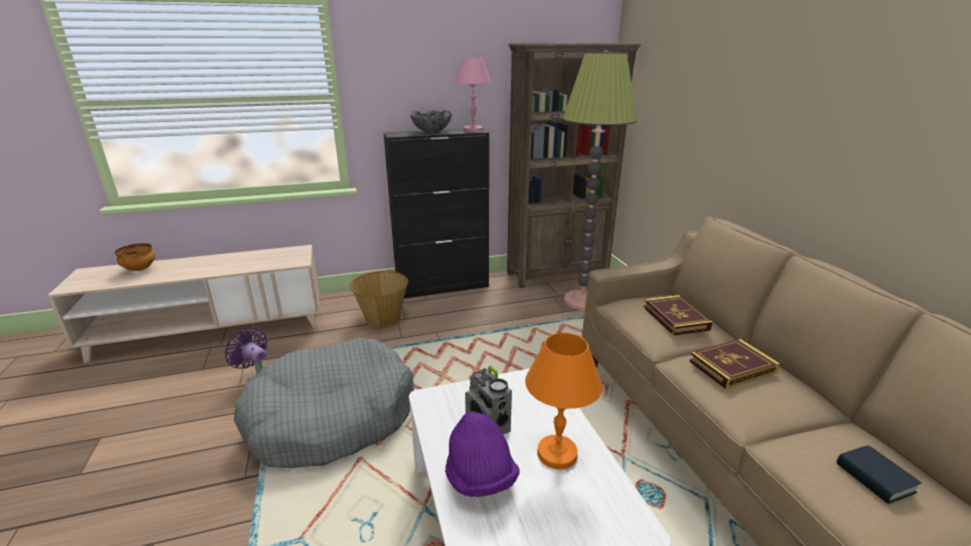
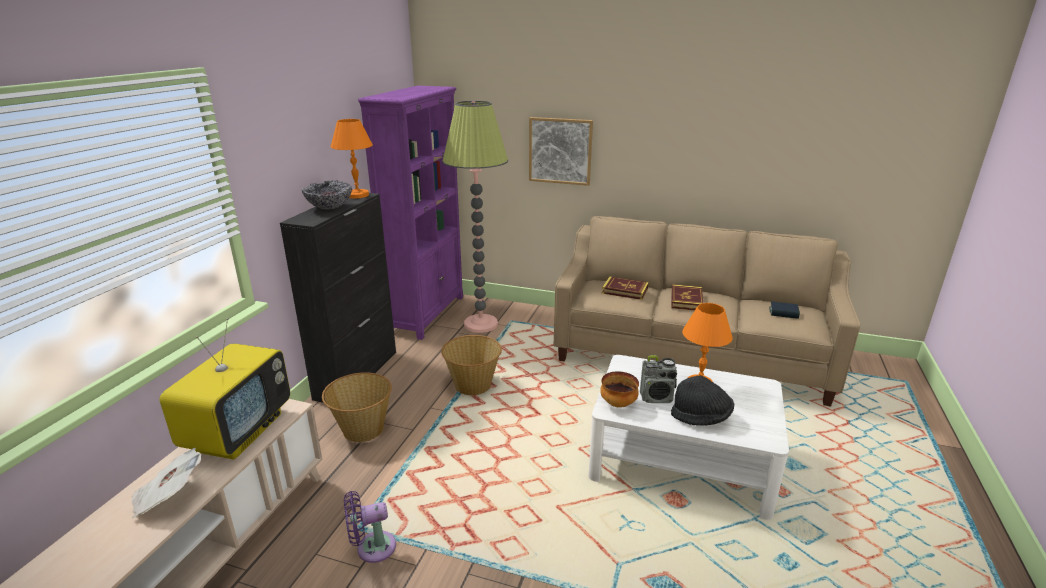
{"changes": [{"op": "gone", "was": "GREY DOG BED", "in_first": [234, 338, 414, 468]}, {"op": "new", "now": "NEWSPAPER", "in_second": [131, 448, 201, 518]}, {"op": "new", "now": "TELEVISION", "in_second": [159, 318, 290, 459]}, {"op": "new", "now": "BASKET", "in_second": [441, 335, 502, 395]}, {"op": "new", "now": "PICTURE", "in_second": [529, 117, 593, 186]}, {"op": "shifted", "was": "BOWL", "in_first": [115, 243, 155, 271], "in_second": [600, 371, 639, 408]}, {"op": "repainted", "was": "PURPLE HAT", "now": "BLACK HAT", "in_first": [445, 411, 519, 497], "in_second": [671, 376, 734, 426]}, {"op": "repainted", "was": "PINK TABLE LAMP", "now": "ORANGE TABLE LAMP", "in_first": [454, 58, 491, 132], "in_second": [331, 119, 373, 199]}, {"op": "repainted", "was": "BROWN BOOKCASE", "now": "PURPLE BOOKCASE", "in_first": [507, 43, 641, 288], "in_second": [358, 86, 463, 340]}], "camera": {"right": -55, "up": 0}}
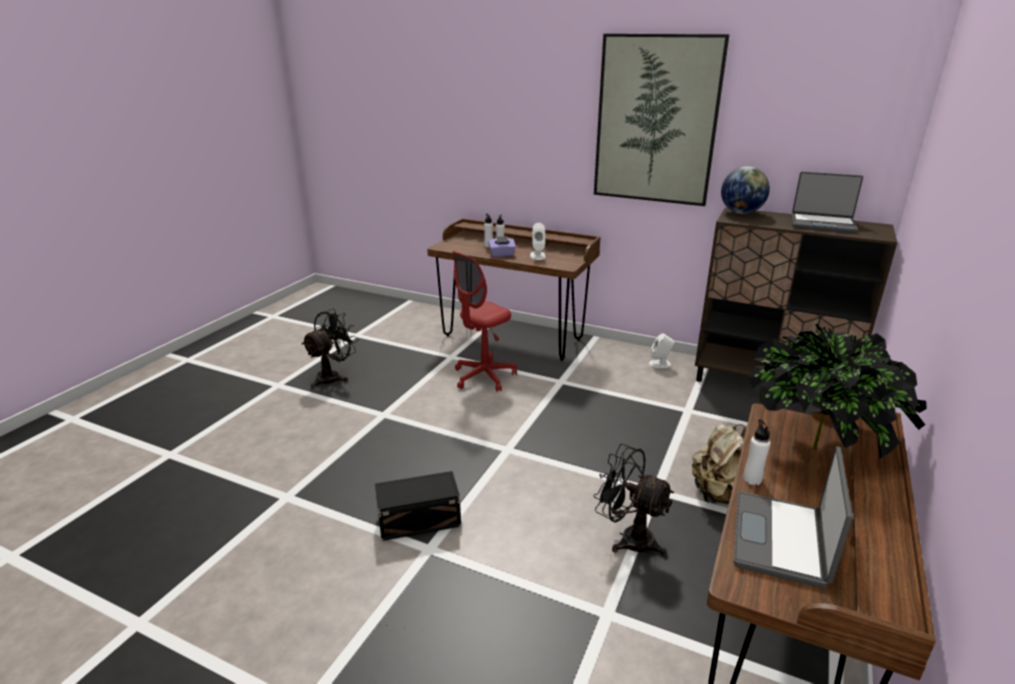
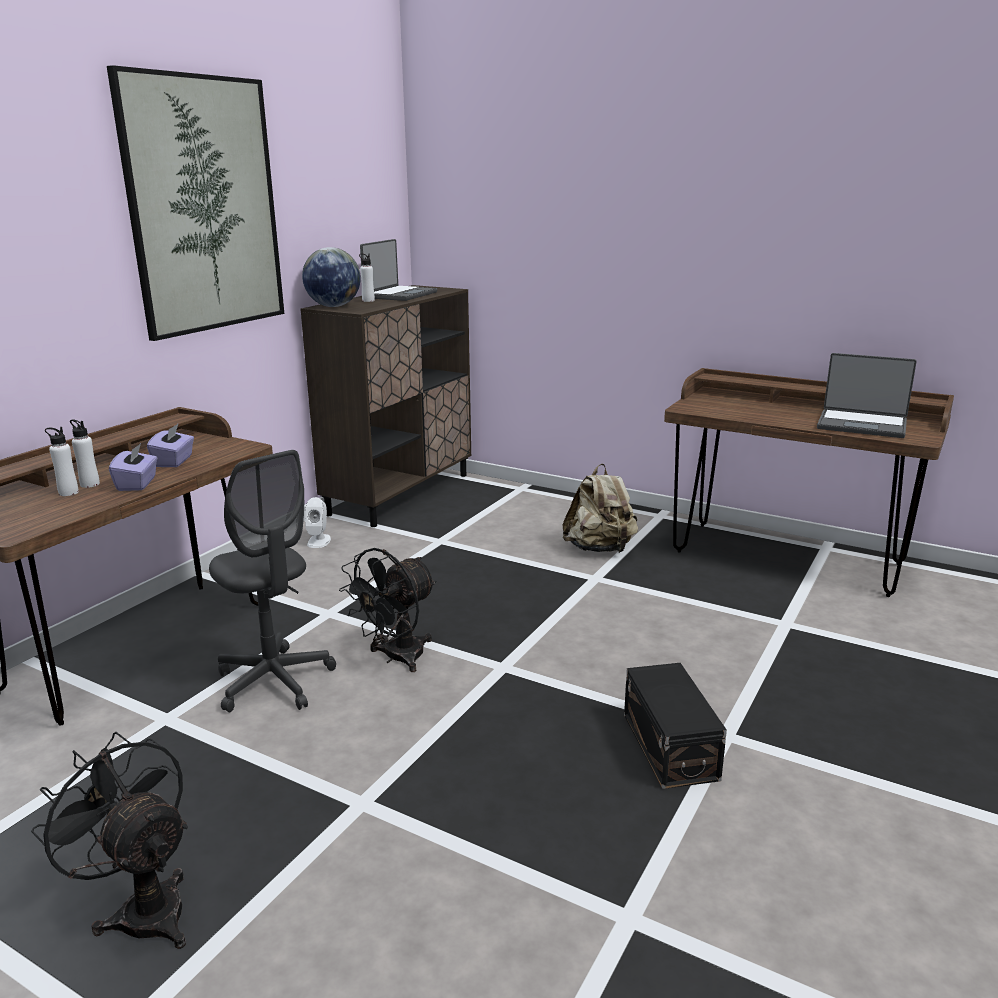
{"changes": [{"op": "gone", "was": "POTTED PLANT", "in_first": [749, 324, 927, 459]}, {"op": "shifted", "was": "BLACK FAN", "in_first": [594, 444, 674, 556], "in_second": [339, 548, 436, 672]}, {"op": "shifted", "was": "WHITE BOTTLE", "in_first": [743, 419, 771, 485], "in_second": [359, 253, 375, 302]}, {"op": "swapped", "was": "WHITE SPEAKER", "now": "PURPLE TISSUE BOX", "in_first": [530, 223, 546, 260], "in_second": [147, 424, 194, 467]}, {"op": "repainted", "was": "RED OFFICE CHAIR", "now": "GREY OFFICE CHAIR", "in_first": [452, 251, 517, 392], "in_second": [209, 450, 336, 712]}], "camera": {"right": -85, "up": -5}}
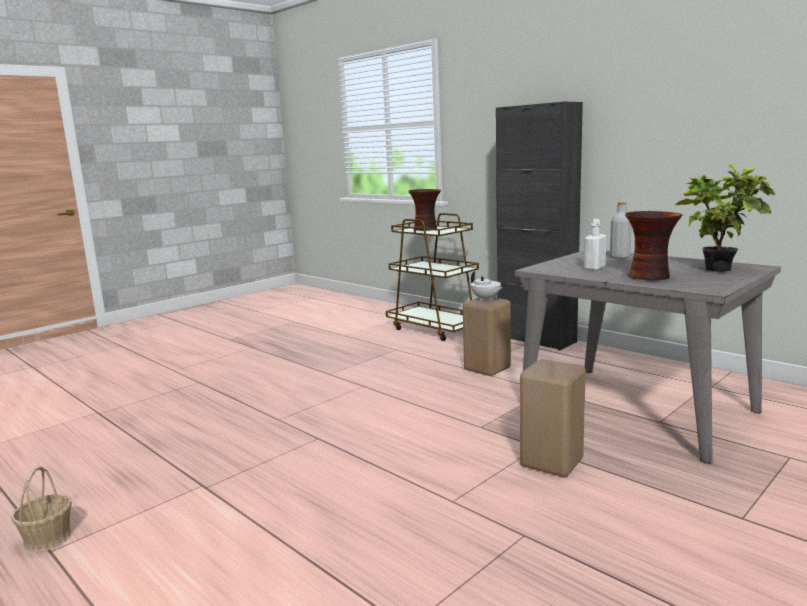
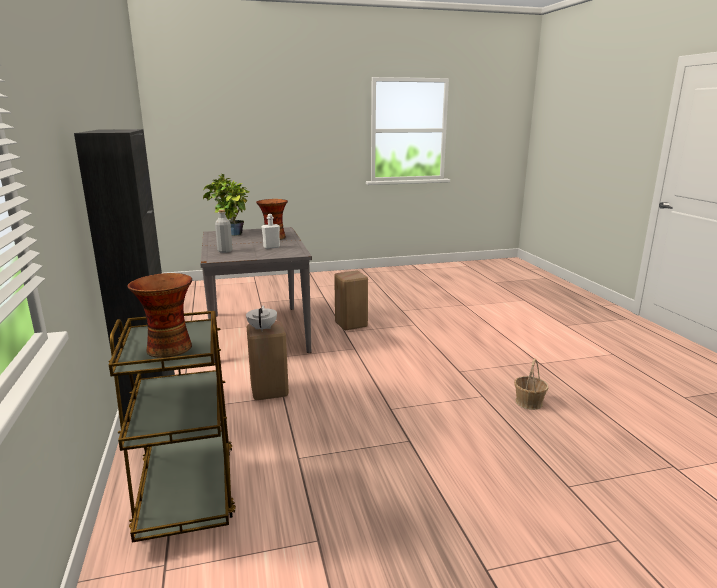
{"changes": [{"op": "shifted", "was": "BASKET", "in_first": [11, 466, 72, 552], "in_second": [514, 358, 549, 410]}], "camera": {"right": -150, "up": 5}}
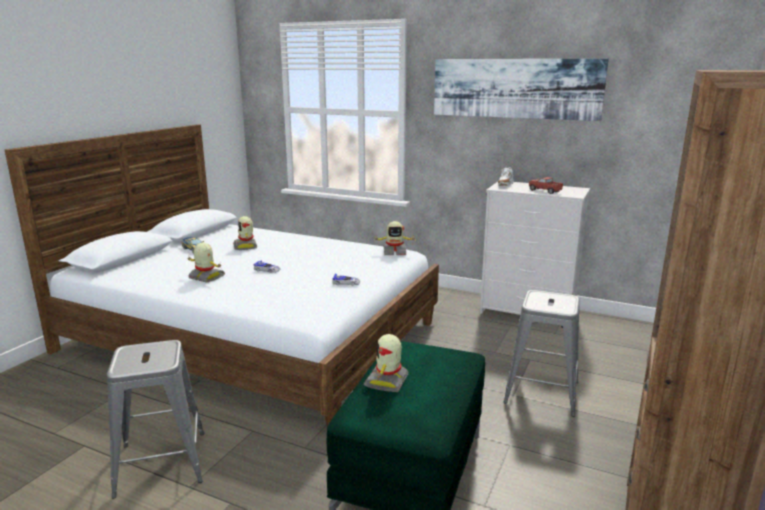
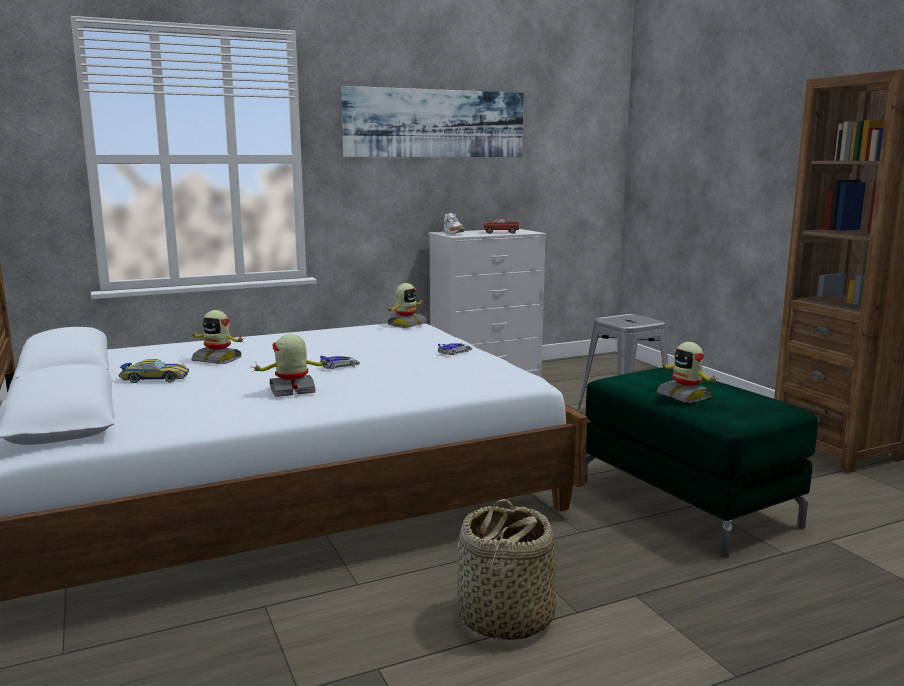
{"changes": [{"op": "swapped", "was": "GREY STOOL", "now": "BASKET", "in_first": [107, 340, 204, 498], "in_second": [457, 499, 557, 640]}], "camera": {"right": -50, "up": -5}}
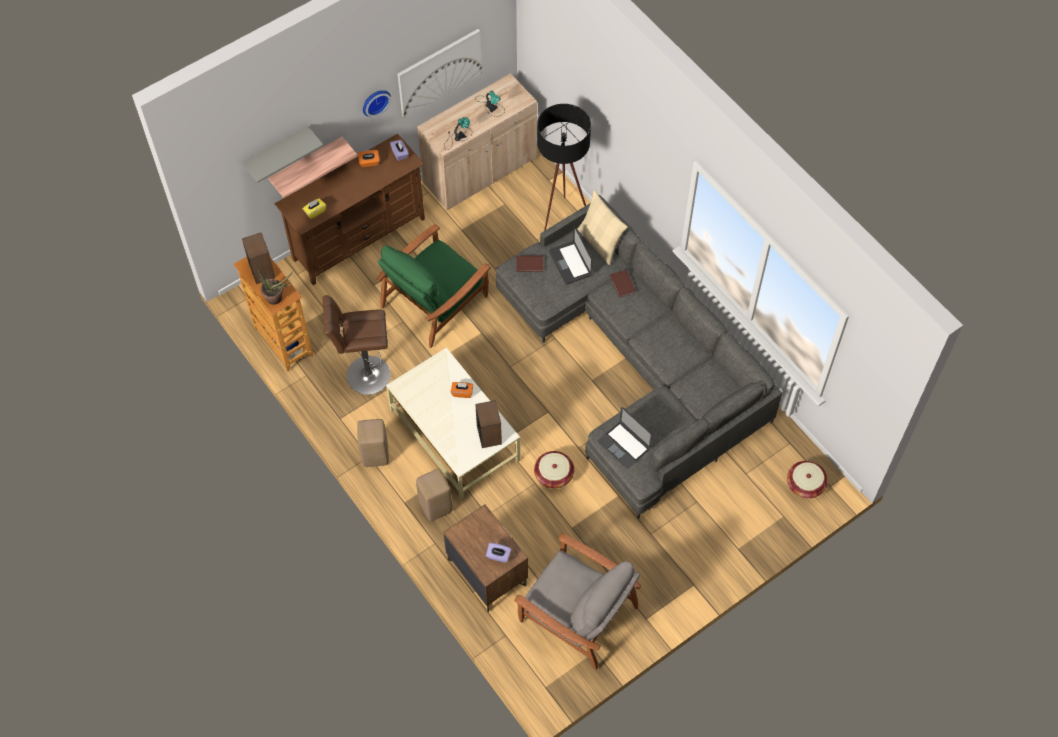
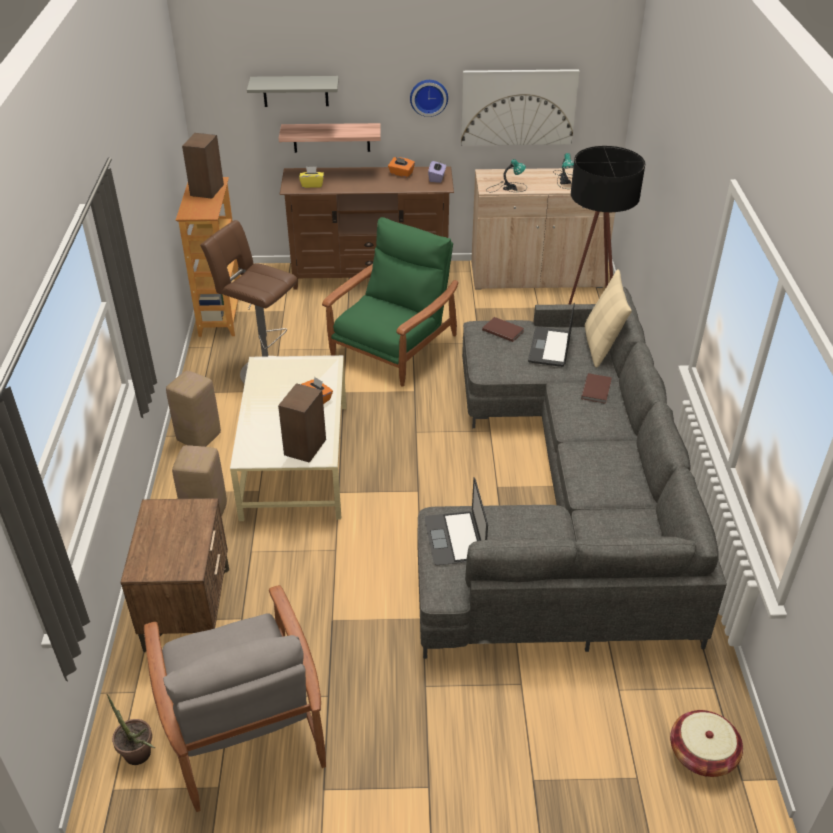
{"changes": [{"op": "gone", "was": "PURPLE TISSUE BOX", "in_first": [486, 543, 511, 563]}, {"op": "gone", "was": "BASKET", "in_first": [534, 451, 574, 489]}, {"op": "shifted", "was": "POTTED PLANT", "in_first": [258, 270, 293, 305], "in_second": [107, 694, 155, 765]}, {"op": "rotated", "was": "GREEN ARMCHAIR", "in_first": [377, 224, 491, 348], "in_second": [322, 217, 458, 387], "clockwise": 135}], "camera": {"right": 35, "up": -20}}
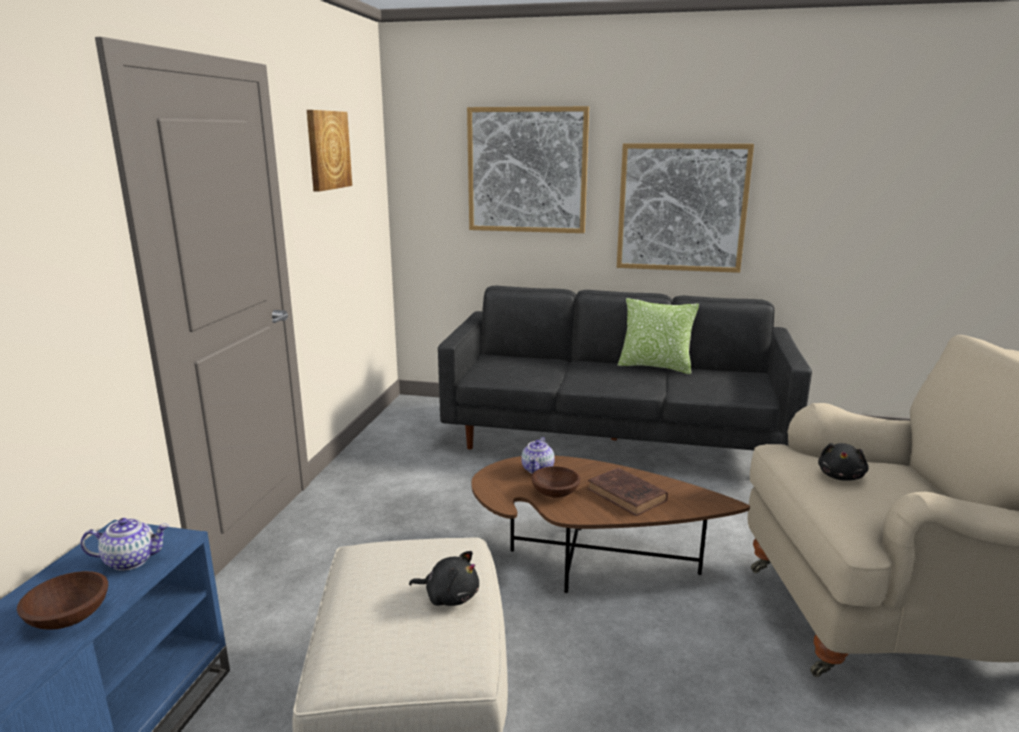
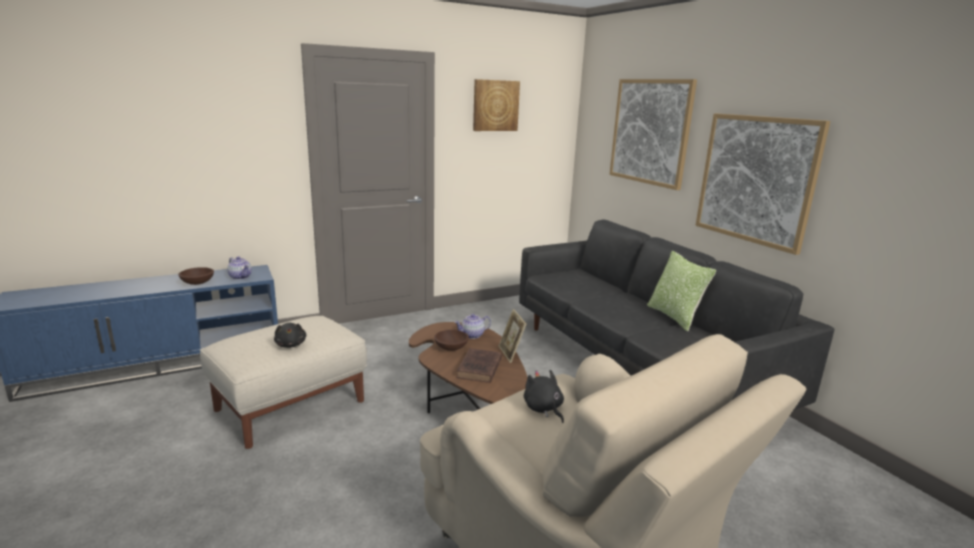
{"changes": [{"op": "new", "now": "PICTURE FRAME", "in_second": [499, 309, 526, 363]}, {"op": "rotated", "was": "BLACK PLUSH TOY", "in_first": [818, 443, 869, 481], "in_second": [524, 370, 564, 423], "clockwise": 75}], "camera": {"right": 50, "up": 0}}
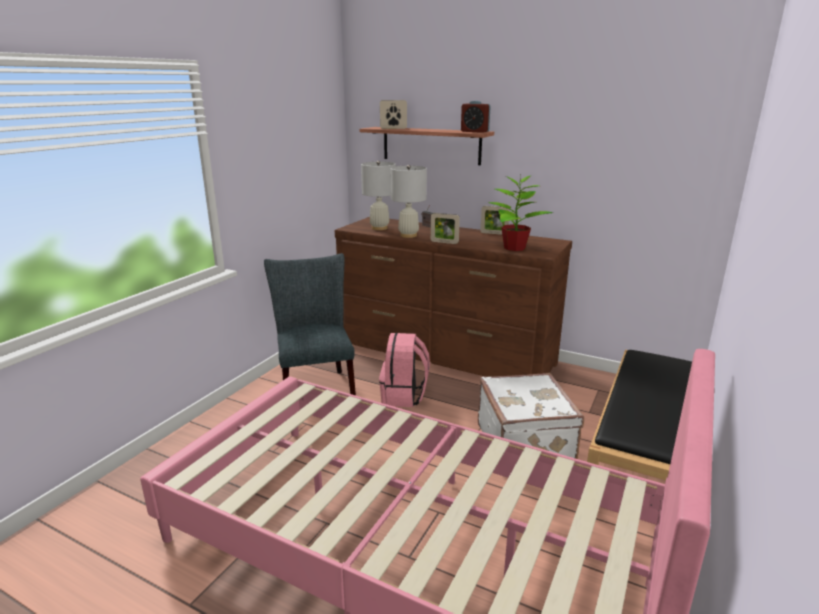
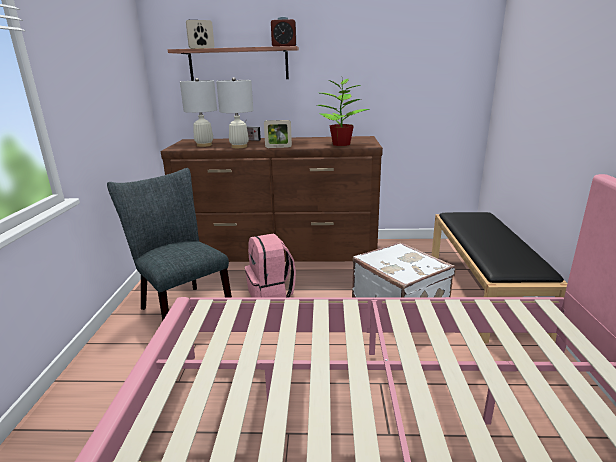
{"changes": [{"op": "gone", "was": "PICTURE FRAME", "in_first": [481, 206, 510, 235]}], "camera": {"right": -25, "up": 0}}
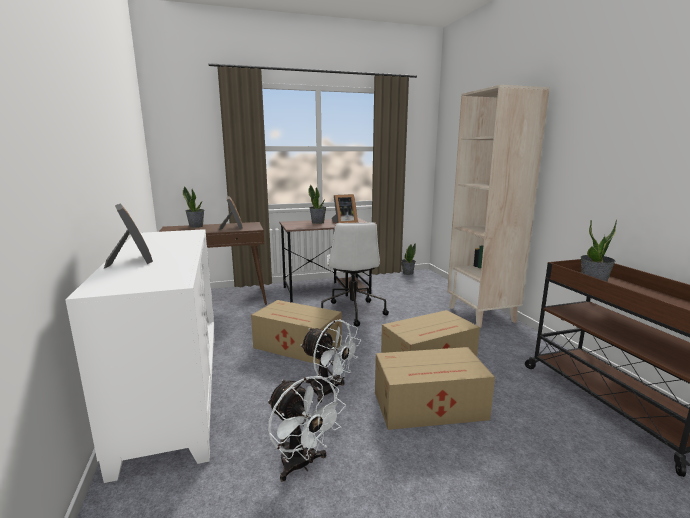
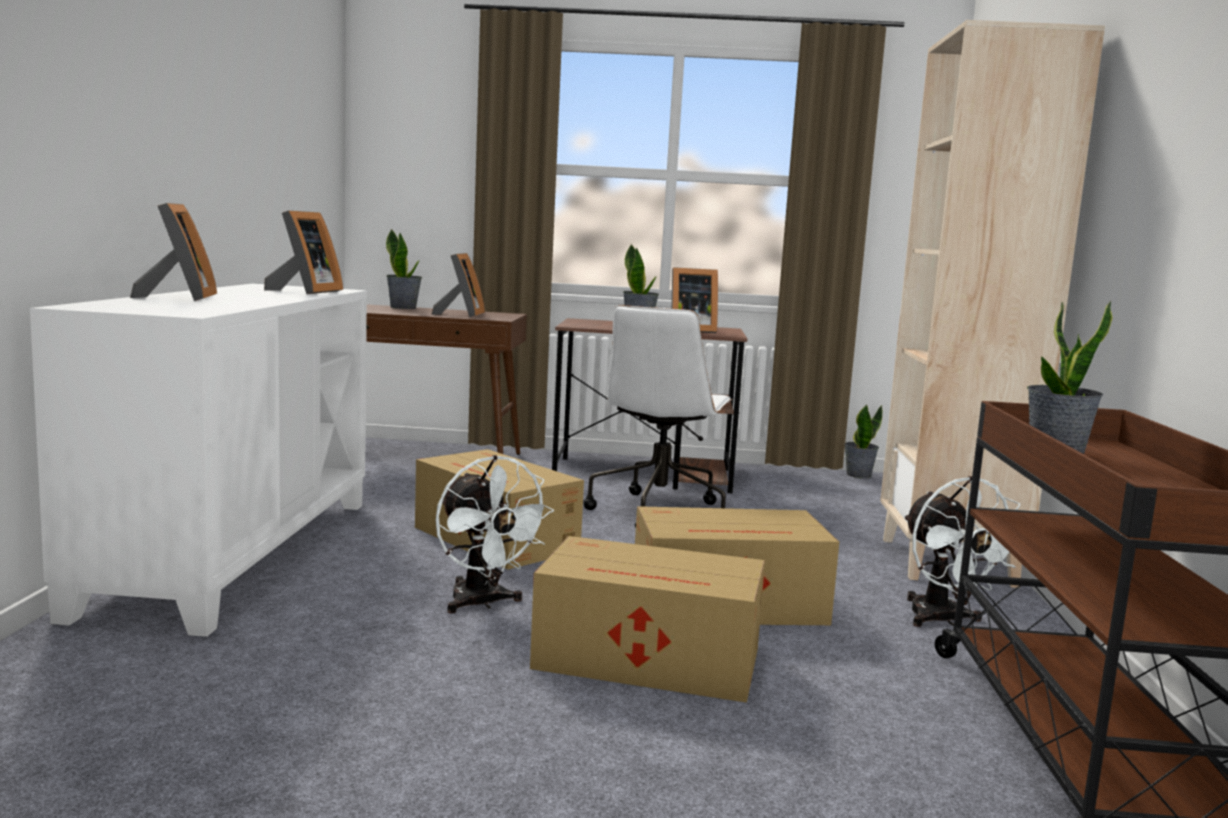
{"changes": [{"op": "new", "now": "PICTURE FRAME", "in_second": [264, 211, 343, 294]}, {"op": "shifted", "was": "WHITE FAN", "in_first": [268, 376, 346, 482], "in_second": [904, 476, 1020, 627]}], "camera": {"right": 20, "up": -5}}
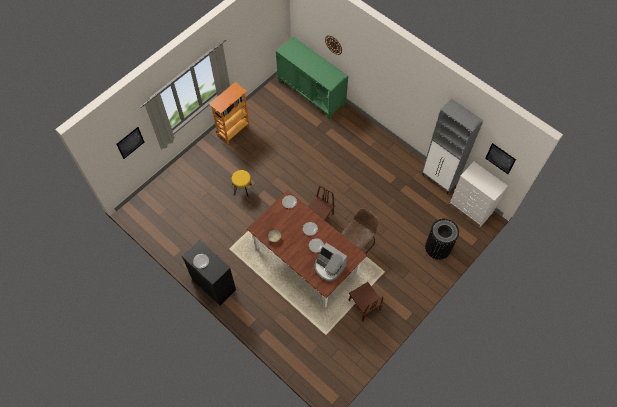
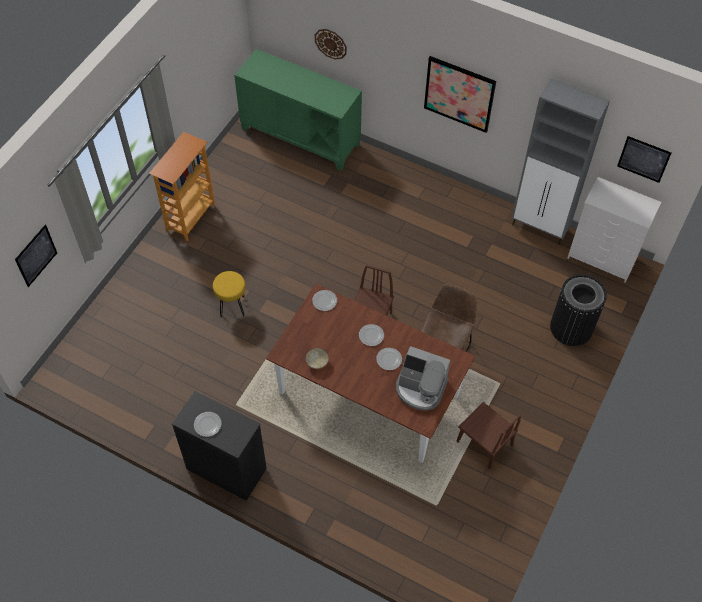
{"changes": [{"op": "new", "now": "PICTURE", "in_second": [424, 56, 496, 133]}], "camera": {"right": -15, "up": -5}}
